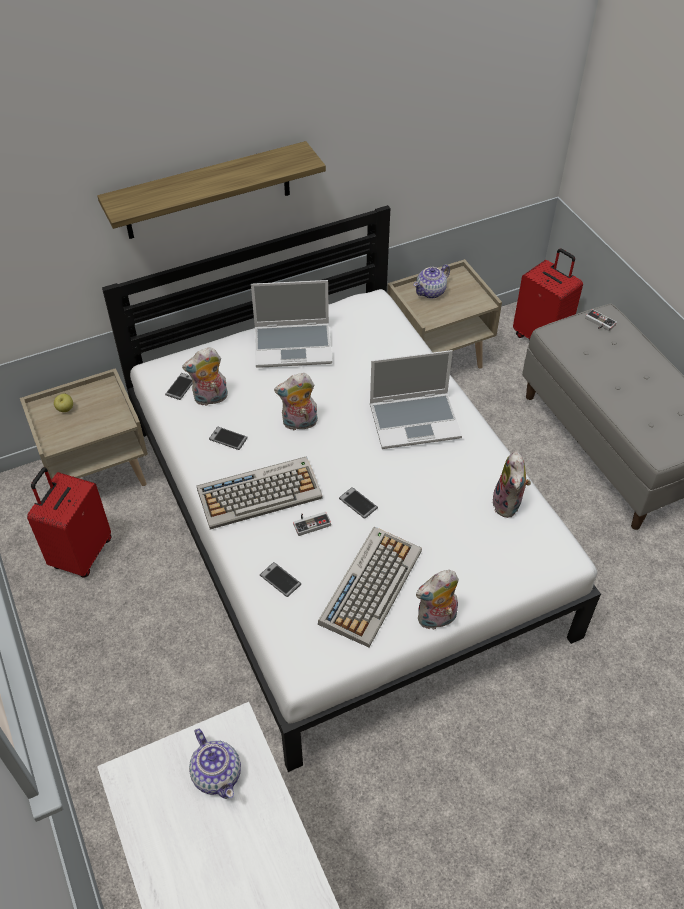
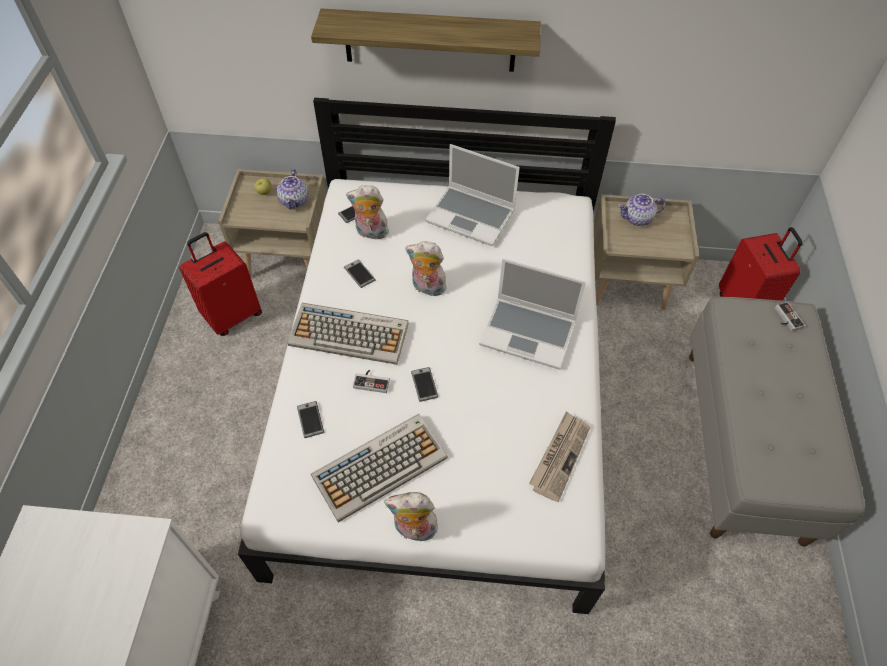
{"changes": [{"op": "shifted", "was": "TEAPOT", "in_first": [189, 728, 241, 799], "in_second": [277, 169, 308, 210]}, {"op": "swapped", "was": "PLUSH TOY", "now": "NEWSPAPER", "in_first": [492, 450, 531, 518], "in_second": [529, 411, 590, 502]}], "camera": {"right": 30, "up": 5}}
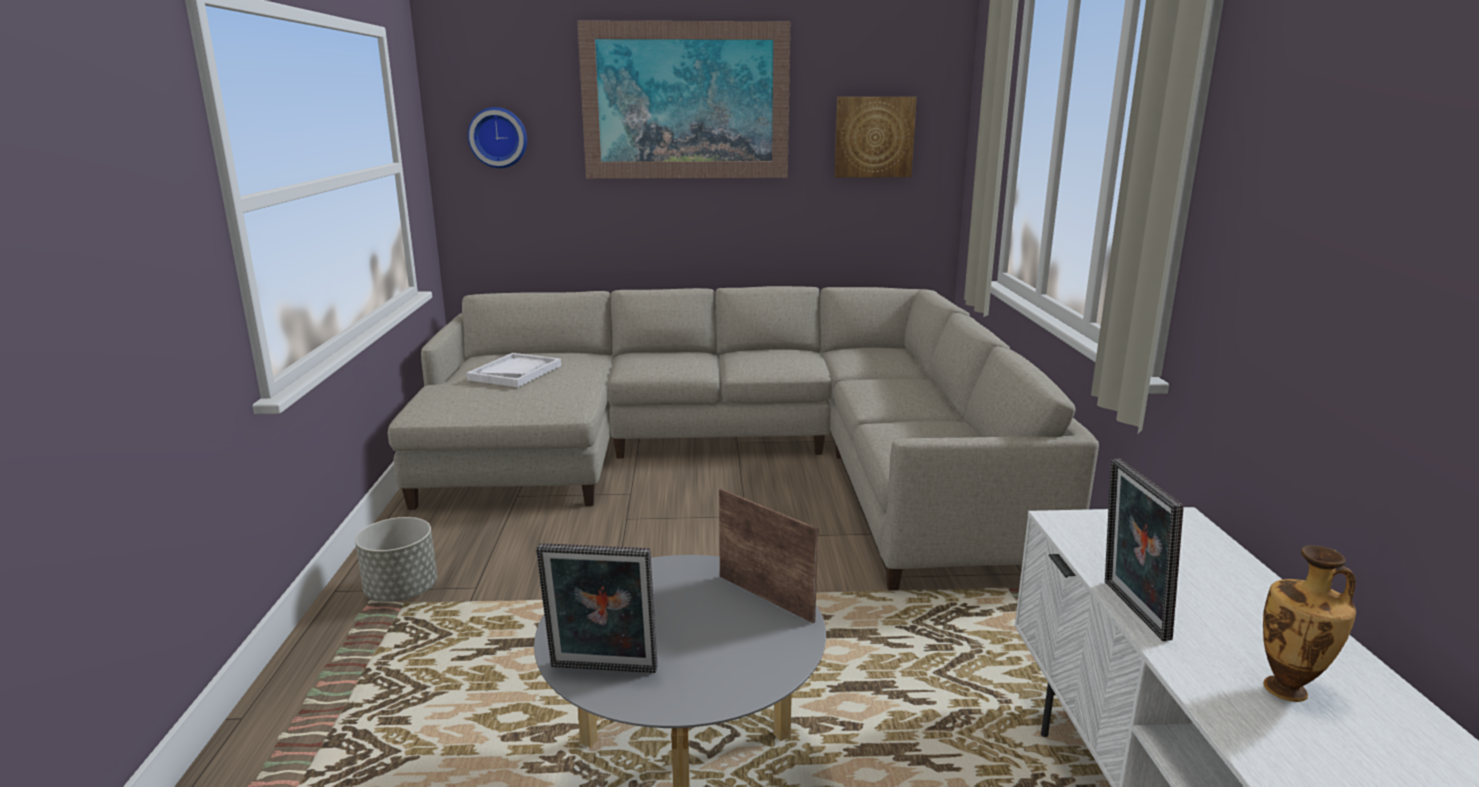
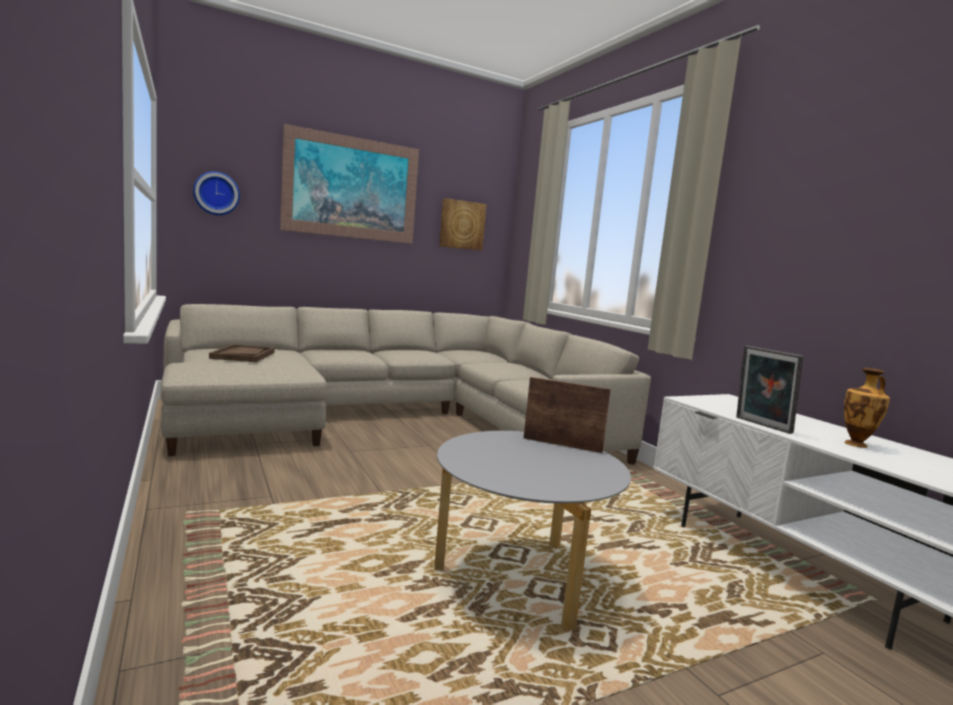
{"changes": [{"op": "gone", "was": "GREY PLANTER", "in_first": [355, 517, 437, 602]}, {"op": "gone", "was": "PICTURE FRAME", "in_first": [536, 543, 658, 673]}, {"op": "repainted", "was": "WHITE TRAY", "now": "BROWN TRAY", "in_first": [466, 353, 561, 387], "in_second": [209, 344, 275, 362]}], "camera": {"right": -25, "up": -10}}
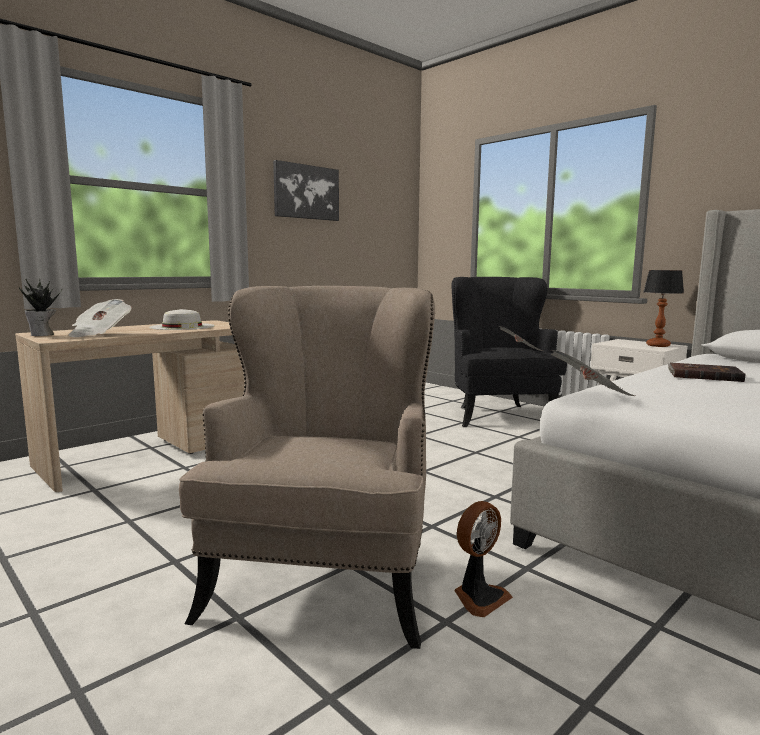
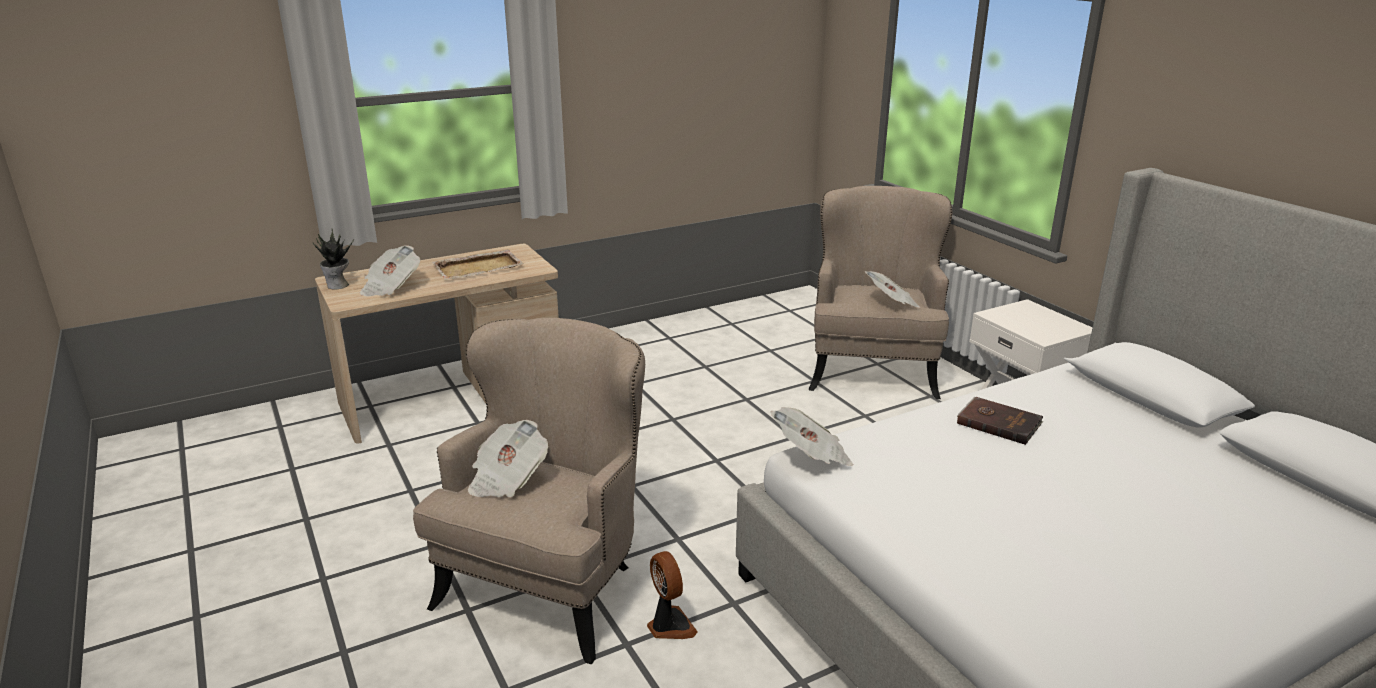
{"changes": [{"op": "gone", "was": "PICTURE", "in_first": [273, 160, 339, 221]}, {"op": "gone", "was": "TABLE LAMP", "in_first": [644, 270, 684, 347]}, {"op": "new", "now": "NEWSPAPER", "in_second": [468, 420, 548, 498]}, {"op": "swapped", "was": "WHITE HAT", "now": "BEIGE TRAY", "in_first": [149, 309, 215, 330], "in_second": [432, 249, 524, 280]}, {"op": "repainted", "was": "BLACK ARMCHAIR", "now": "BEIGE ARMCHAIR", "in_first": [451, 277, 567, 427], "in_second": [809, 186, 952, 399]}, {"op": "rotated", "was": "FAN", "in_first": [454, 501, 513, 617], "in_second": [647, 551, 698, 639], "clockwise": -90}], "camera": {"right": 15, "up": 15}}
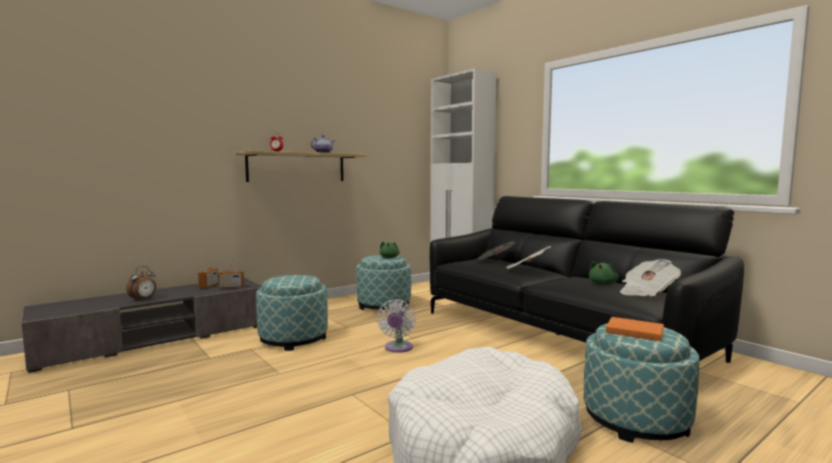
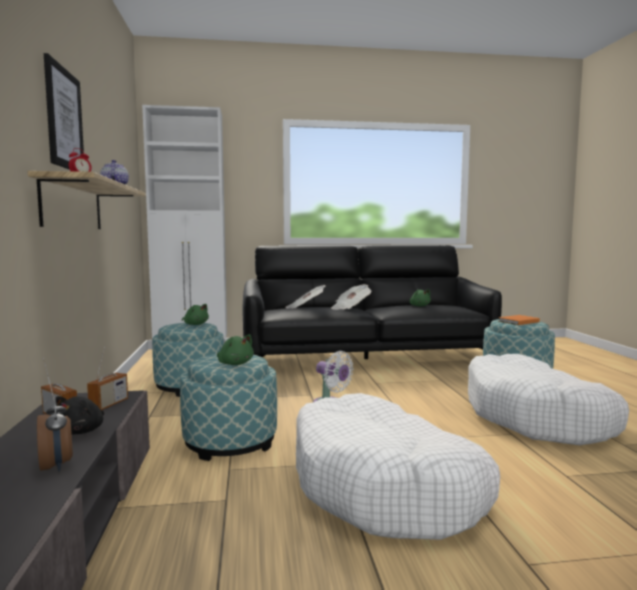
{"changes": [{"op": "gone", "was": "NEWSPAPER", "in_first": [620, 259, 681, 296]}, {"op": "new", "now": "PICTURE", "in_second": [44, 53, 84, 170]}, {"op": "new", "now": "BLACK PLUSH TOY", "in_second": [56, 396, 104, 435]}, {"op": "new", "now": "GREEN PLUSH TOY", "in_second": [217, 334, 254, 365]}, {"op": "new", "now": "WHITE DOG BED", "in_second": [296, 393, 500, 540]}], "camera": {"right": -60, "up": 0}}
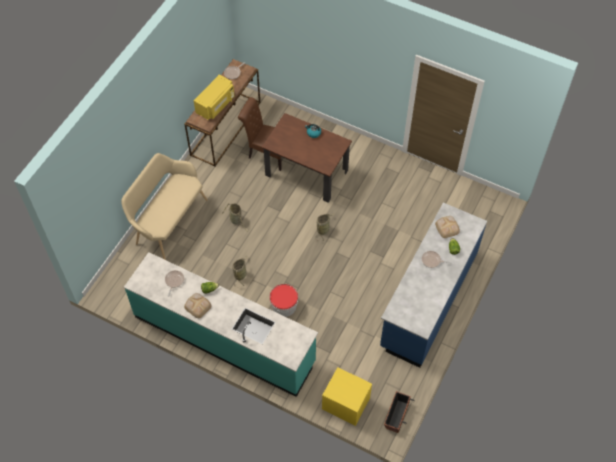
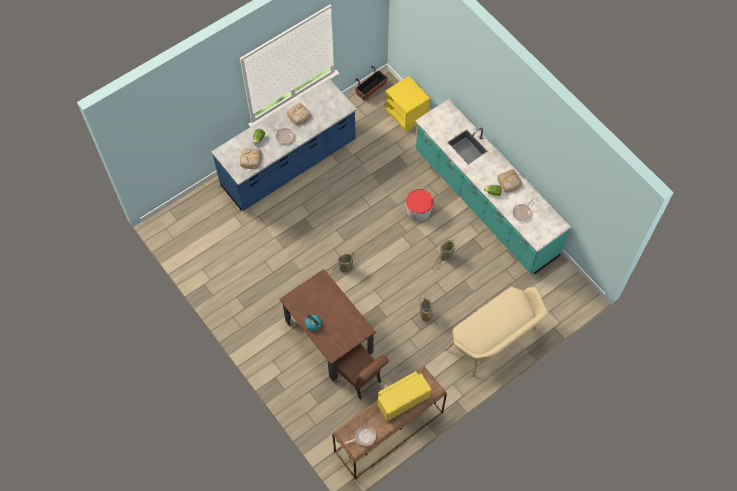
{"changes": [{"op": "new", "now": "BREAD", "in_second": [287, 103, 311, 125]}], "camera": {"right": -155, "up": 5}}
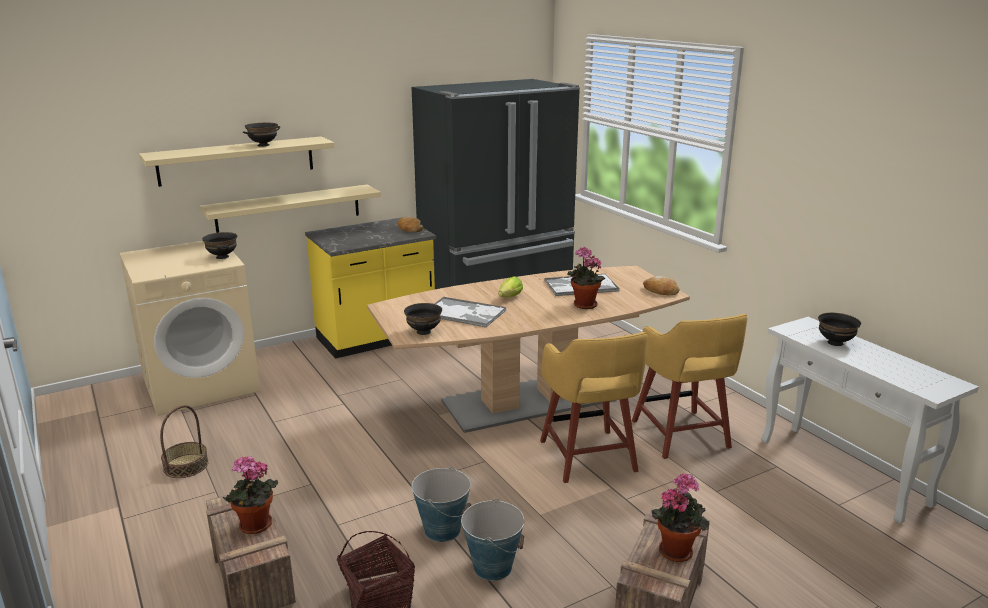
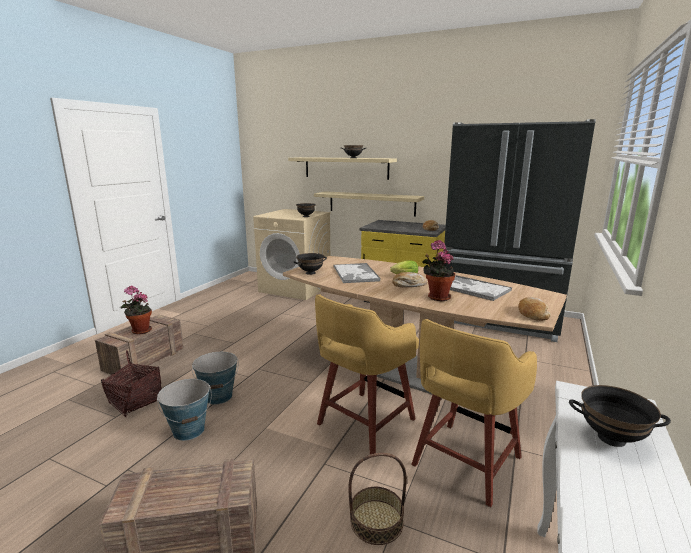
{"changes": [{"op": "gone", "was": "POTTED PLANT", "in_first": [652, 473, 709, 562]}, {"op": "new", "now": "BREAD", "in_second": [392, 272, 427, 287]}, {"op": "shifted", "was": "BASKET", "in_first": [160, 405, 209, 478], "in_second": [348, 453, 407, 545]}], "camera": {"right": 55, "up": -5}}
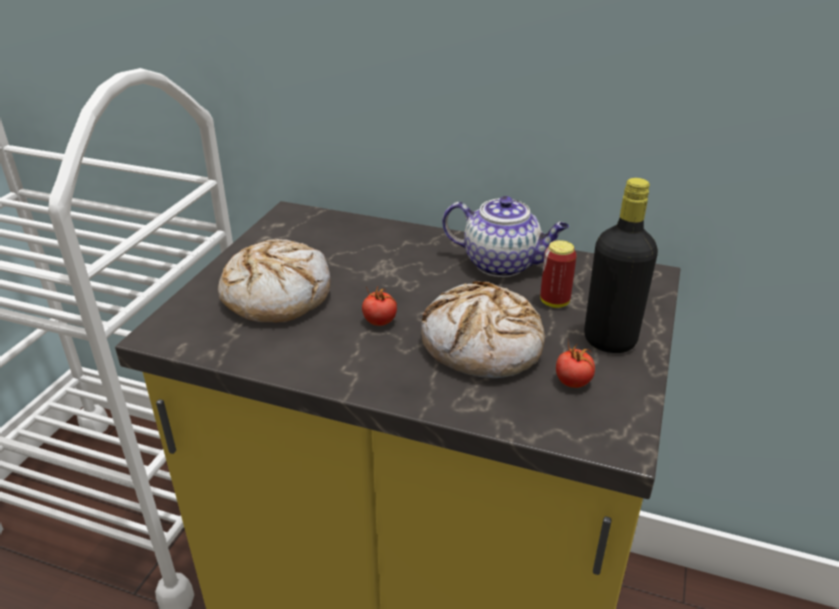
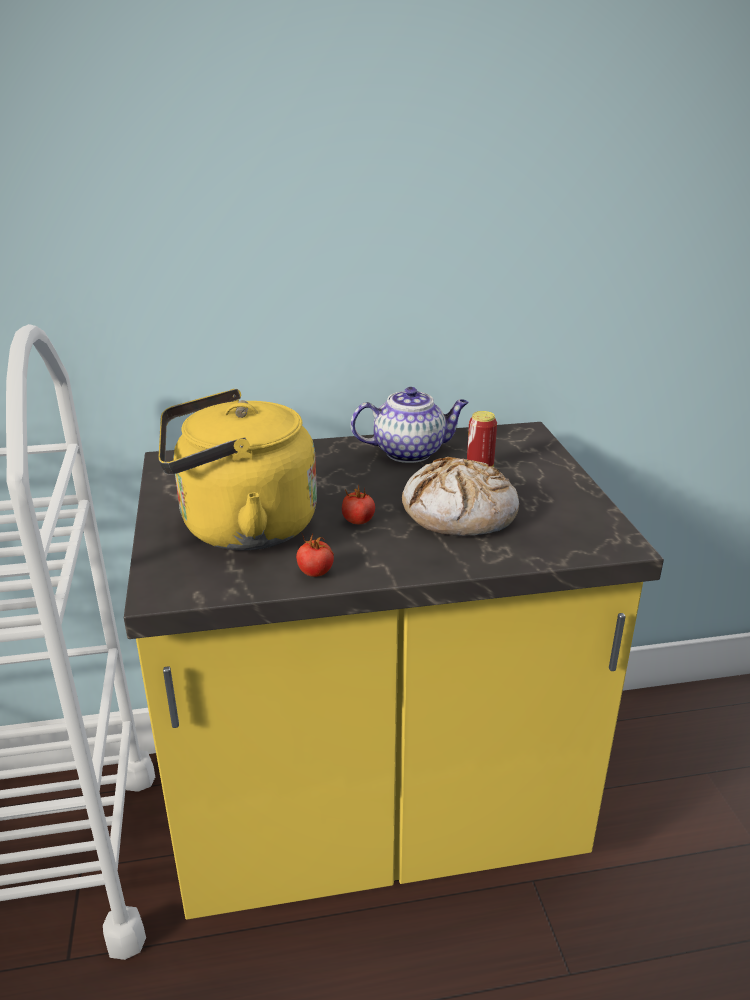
{"changes": [{"op": "gone", "was": "BLACK BOTTLE", "in_first": [584, 178, 658, 353]}, {"op": "shifted", "was": "TOMATO", "in_first": [556, 340, 595, 388], "in_second": [296, 534, 334, 577]}, {"op": "swapped", "was": "BREAD", "now": "YELLOW KETTLE", "in_first": [218, 239, 330, 323], "in_second": [159, 389, 317, 551]}], "camera": {"right": -30, "up": -5}}
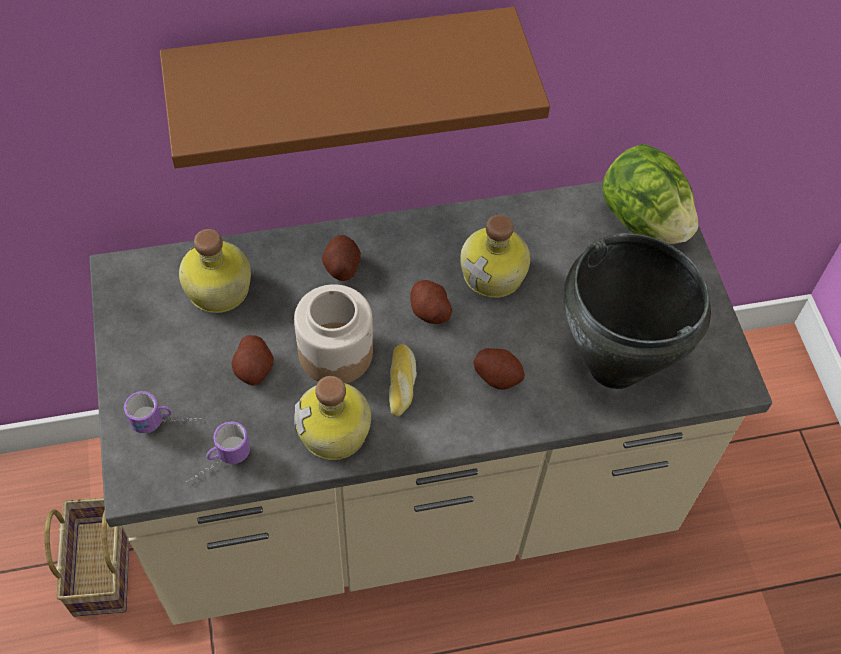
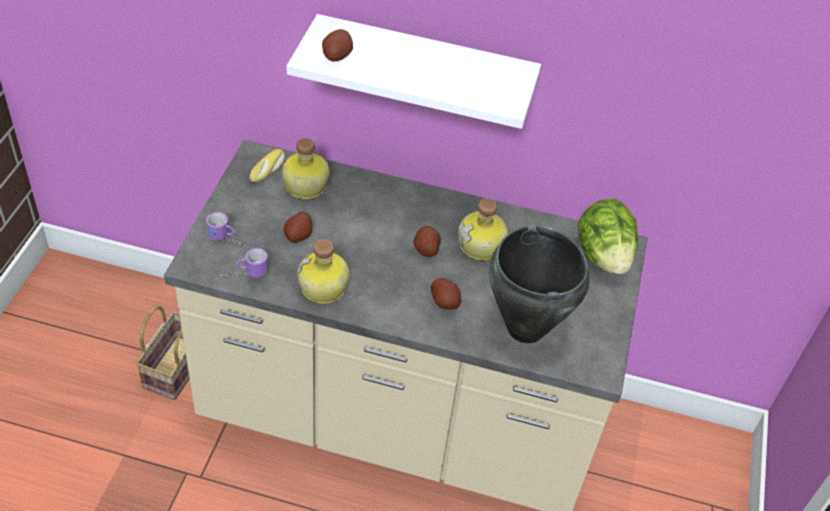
{"changes": [{"op": "gone", "was": "JAR", "in_first": [294, 284, 373, 384]}, {"op": "shifted", "was": "POTATO", "in_first": [322, 235, 361, 281], "in_second": [322, 29, 353, 61]}, {"op": "shifted", "was": "BREAD", "in_first": [389, 344, 417, 417], "in_second": [249, 149, 285, 182]}, {"op": "repainted", "was": "BROWN SHELF", "now": "WHITE SHELF", "in_first": [160, 7, 550, 168], "in_second": [287, 14, 541, 129]}], "camera": {"right": 25, "up": -10}}
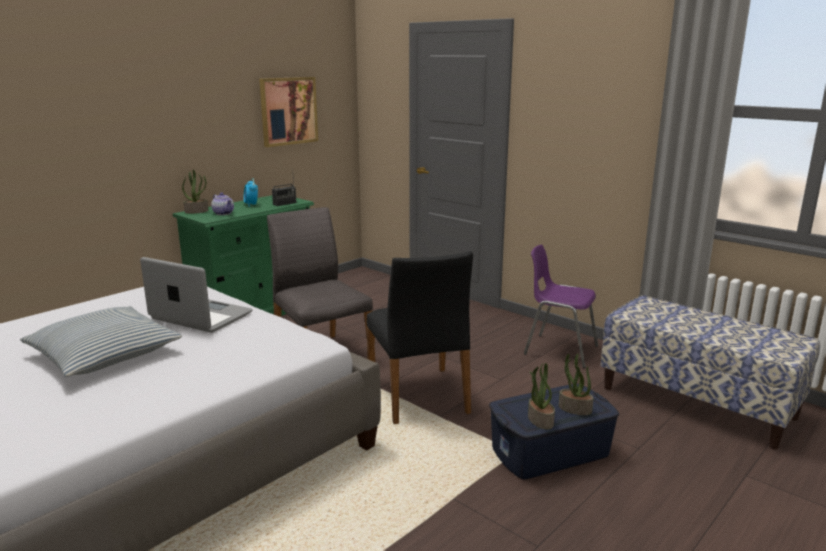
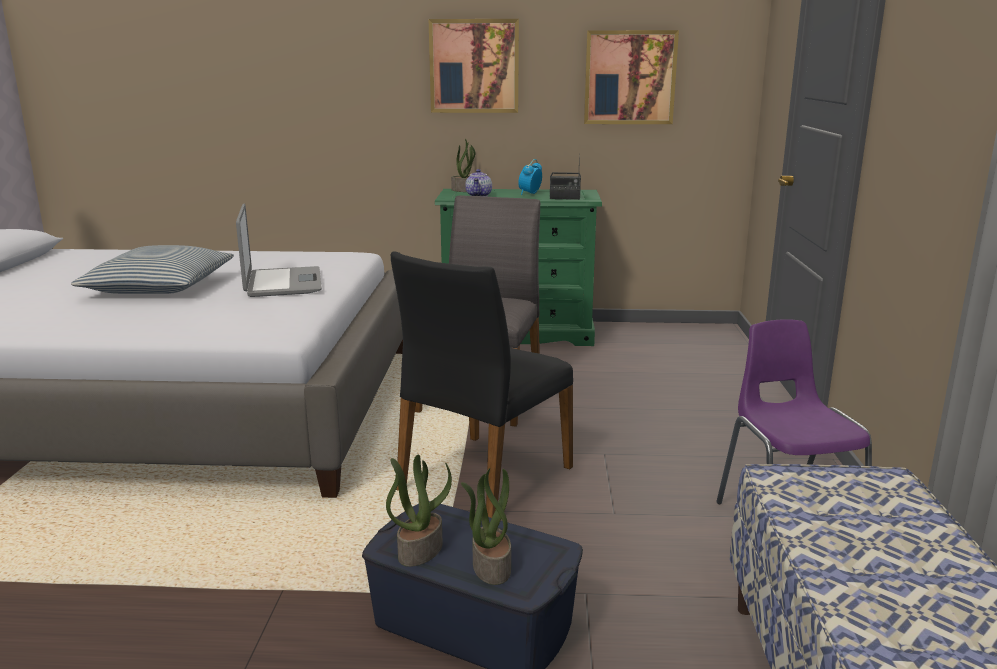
{"changes": [{"op": "new", "now": "PICTURE", "in_second": [429, 19, 519, 113]}], "camera": {"right": 50, "up": 0}}
